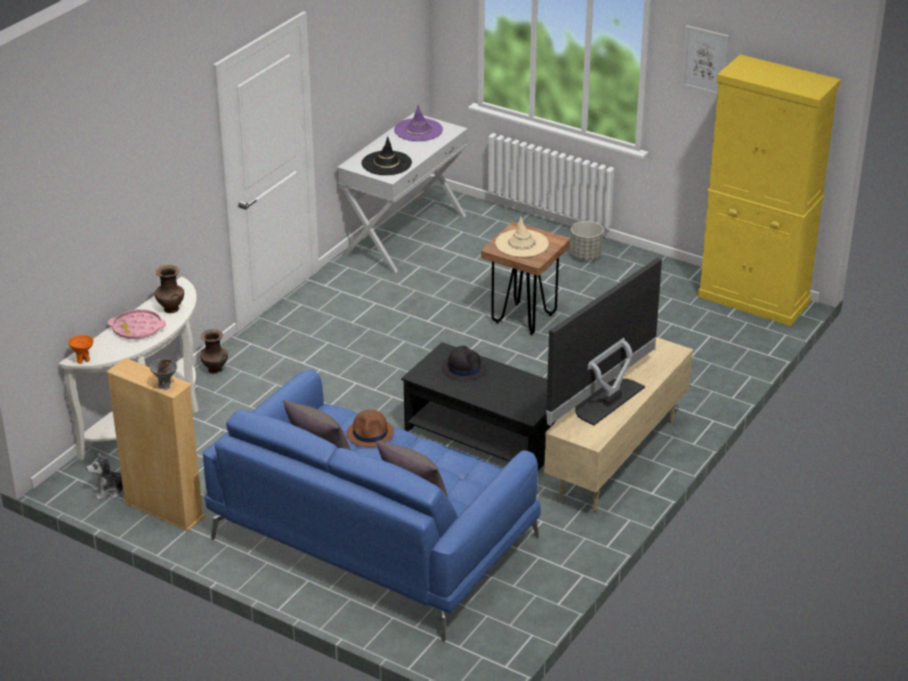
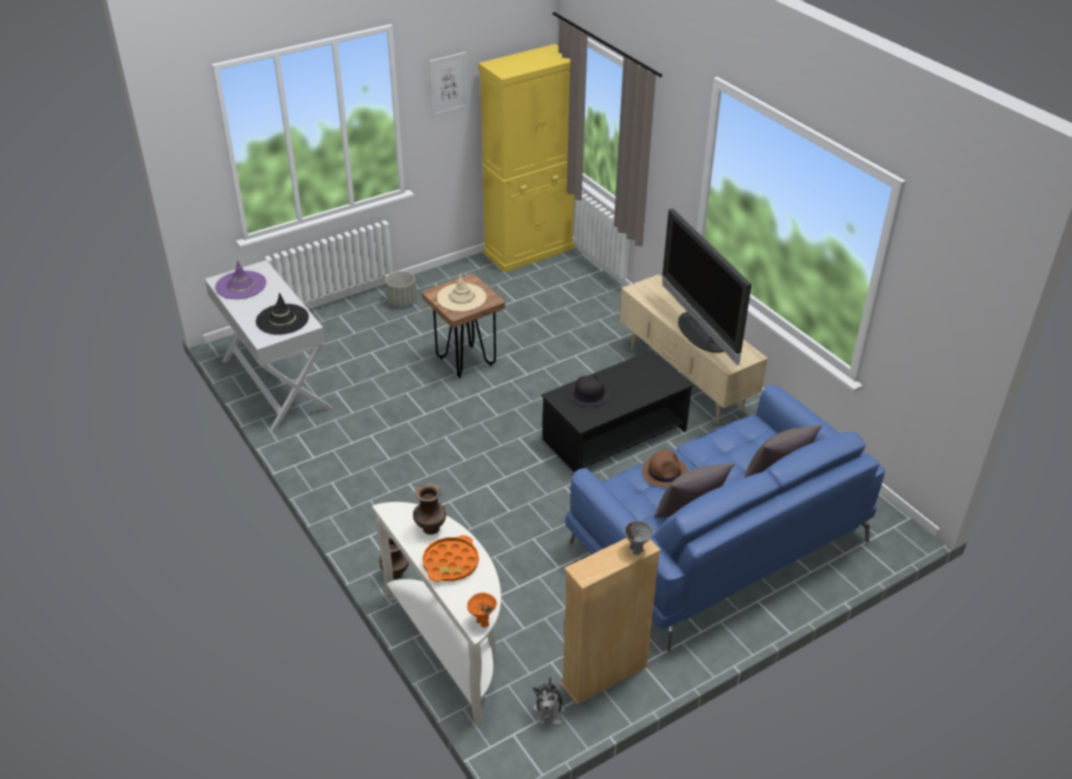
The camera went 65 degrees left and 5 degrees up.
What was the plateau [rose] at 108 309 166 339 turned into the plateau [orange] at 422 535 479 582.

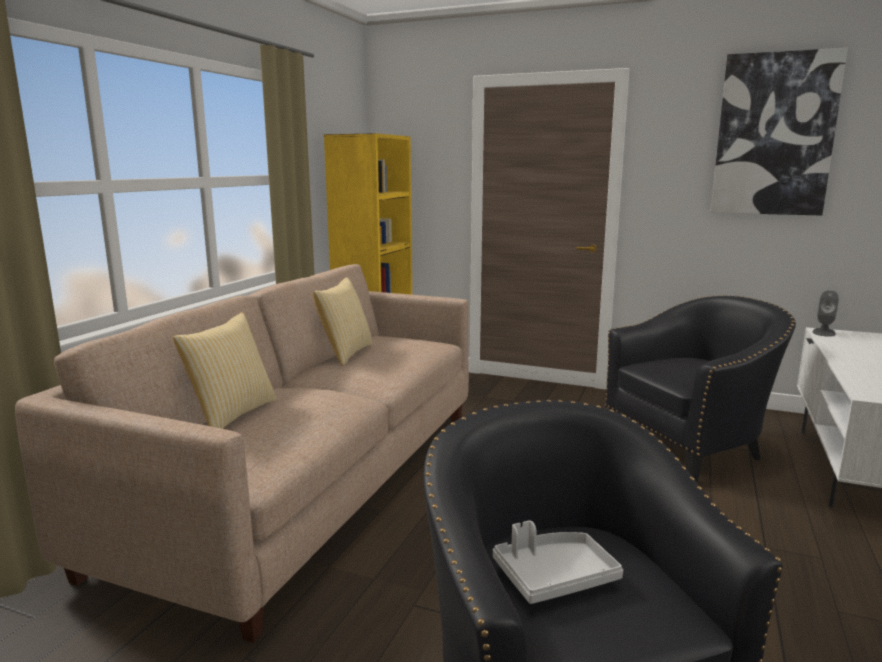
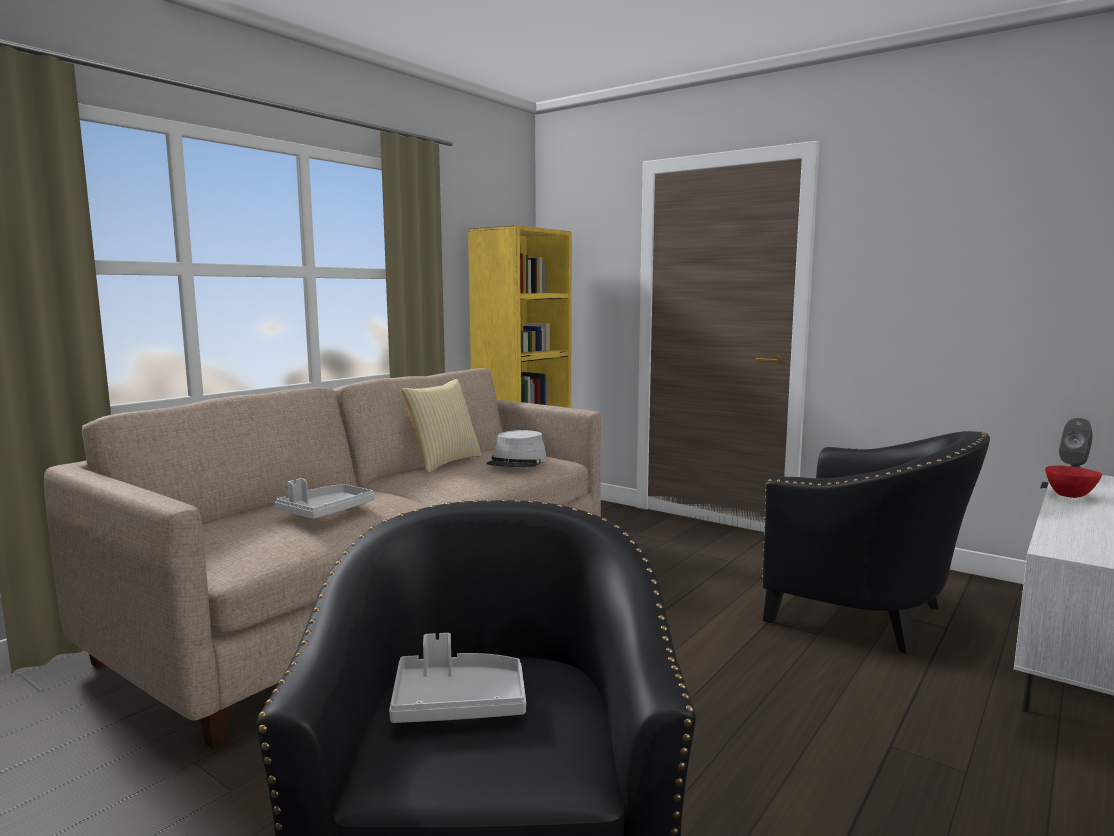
The camera went 15 degrees right and 5 degrees down.
The second view gained the plateau [gris] at 275 478 375 519.
The second view gained the chapeau [gris] at 486 430 547 468.
The fauteuil [noir] at 605 295 796 482 ended up facing another way, 45 degrees clockwise from before.
The second view gained the bol [rouge] at 1045 465 1102 498.
The second view lost the coussin at 173 312 277 429.
The second view lost the tableau at 710 48 848 216.

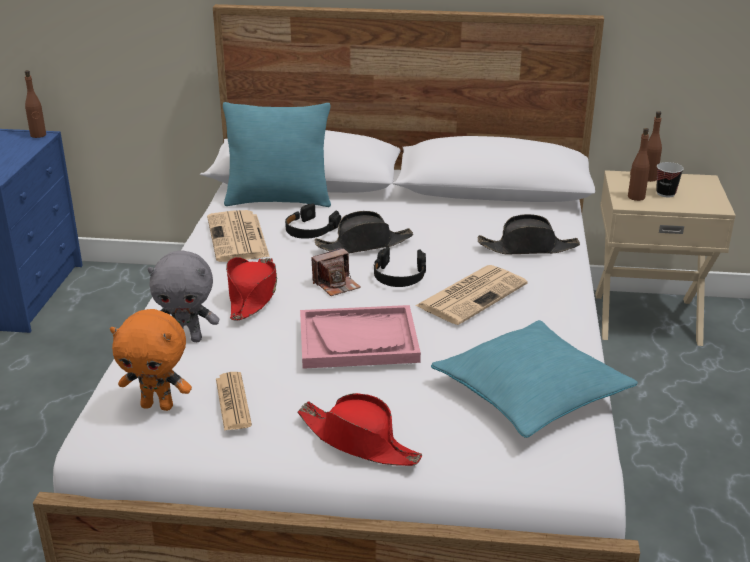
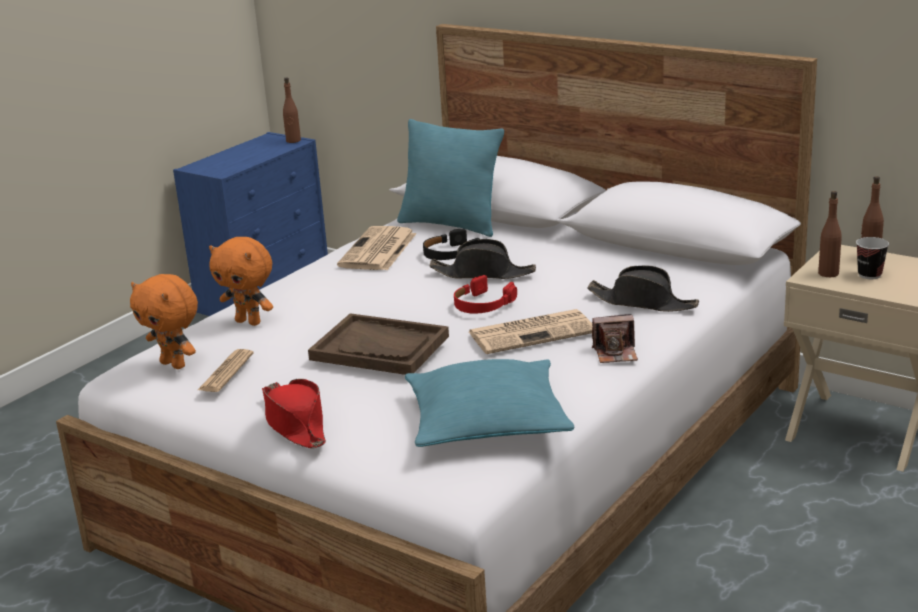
The camera went 30 degrees right and 5 degrees down.
What was the peluche [gris] at 147 250 219 342 turned into the peluche [orange] at 209 237 273 326.
What was the plateau [rose] at 300 305 421 369 turned into the plateau [marron] at 308 313 449 375.
What was the casque audio [noir] at 373 247 426 287 turned into the casque audio [rouge] at 454 275 517 314.
The appareil photo ended up elsewhere, having gone from 311 248 361 296 to 592 314 638 363.
The second view lost the chapeau [rouge] at 226 257 277 320.

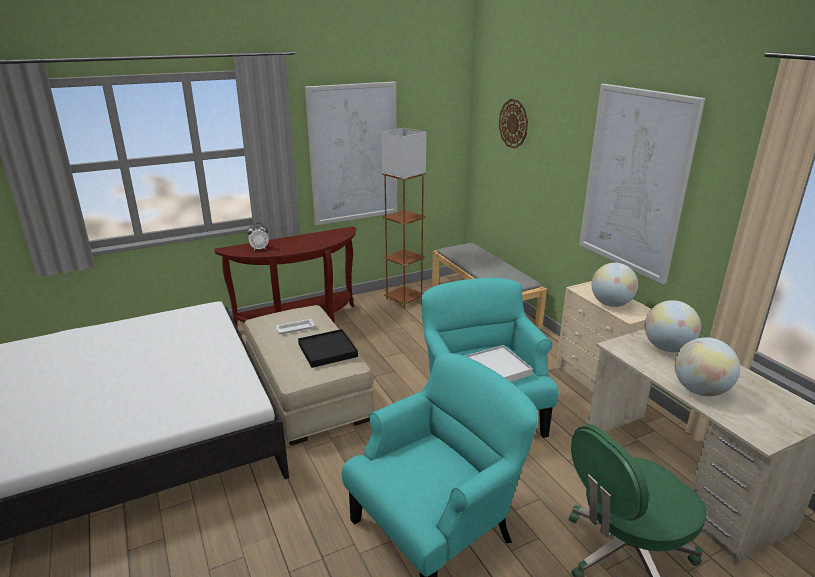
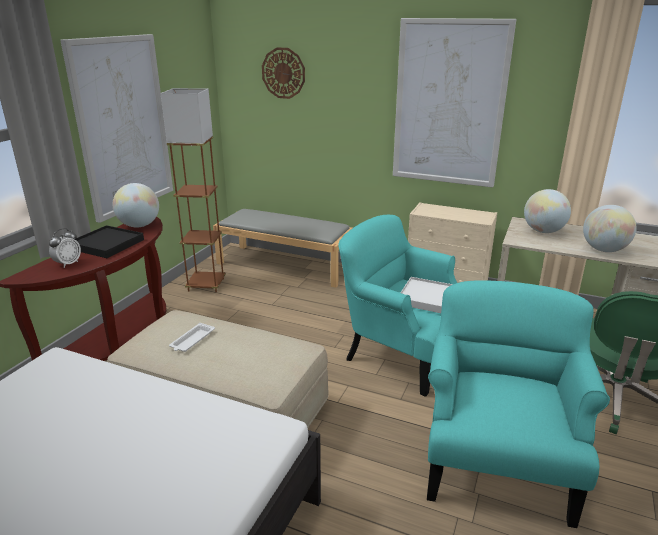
The camera went 40 degrees left and 0 degrees up.
The plateau [noir] ended up elsewhere, having gone from 298 329 358 368 to 75 225 144 258.
The globe ended up elsewhere, having gone from 592 263 638 307 to 112 183 159 228.

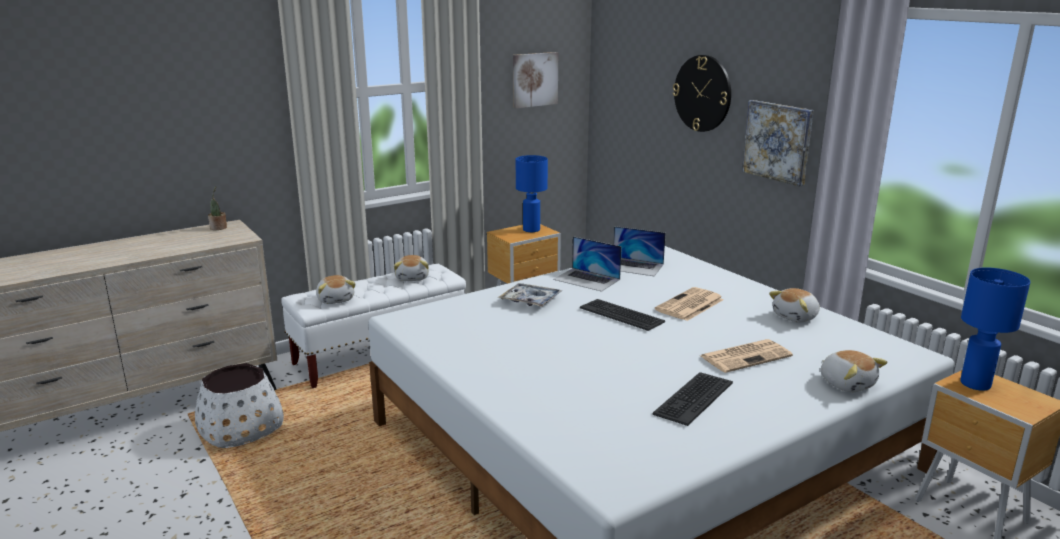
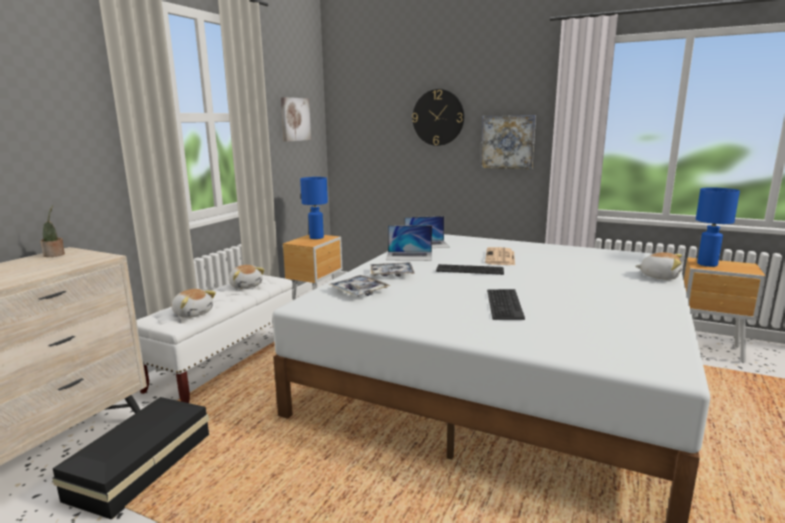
The camera went 30 degrees left and 5 degrees down.
Where the cache-pot [blanc] stood at 195 363 284 448, the boîte de rangement [noir] came to stand at 52 397 209 520.
The second view gained the plateau at 328 275 391 296.
The clavier ended up elsewhere, having gone from 653 372 733 426 to 487 289 525 320.
The second view lost the journal at 701 339 793 373.
The second view lost the peluche at 769 288 820 322.

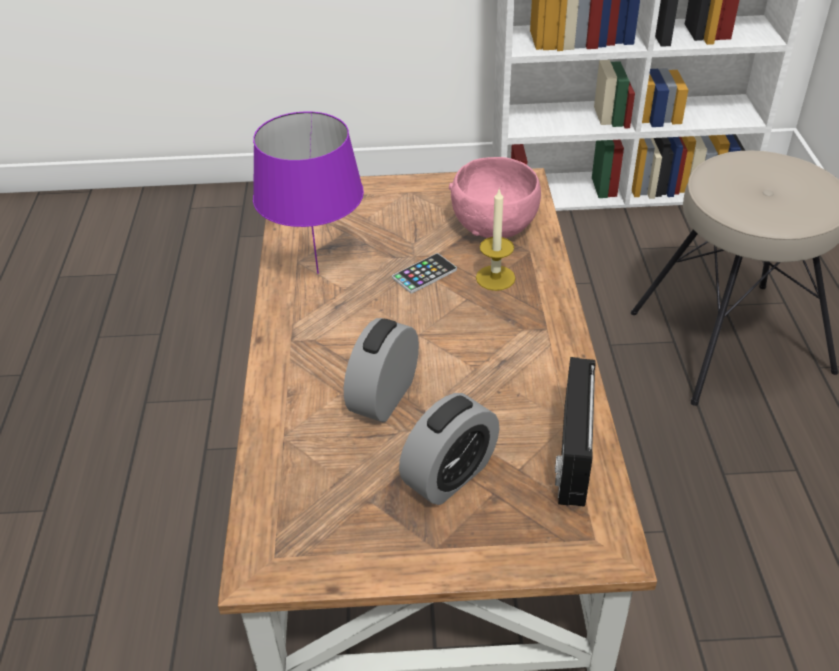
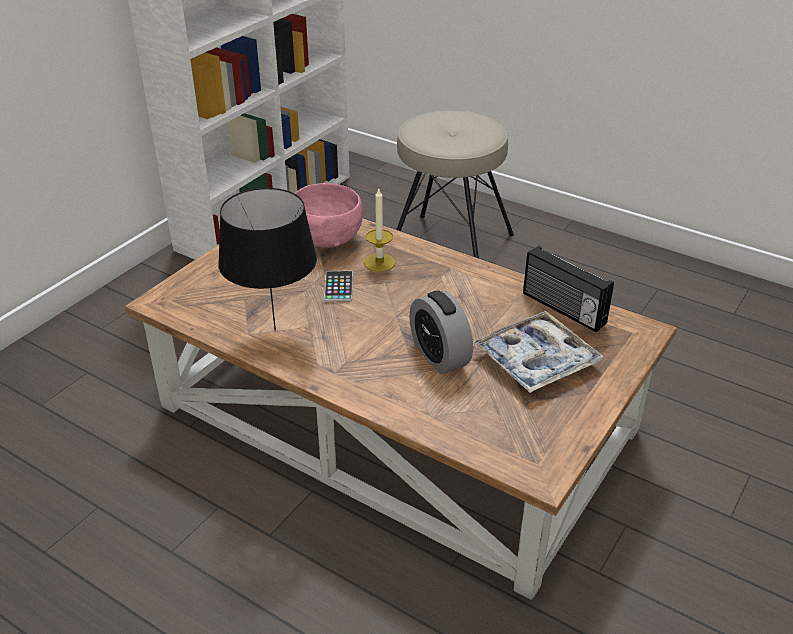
The camera went 55 degrees left and 5 degrees down.
What was the lampe de table [violet] at 253 112 364 274 turned into the lampe de table [noir] at 218 188 317 331.
Where the réveil stood at 399 393 499 505, the plateau came to stand at 473 311 603 393.

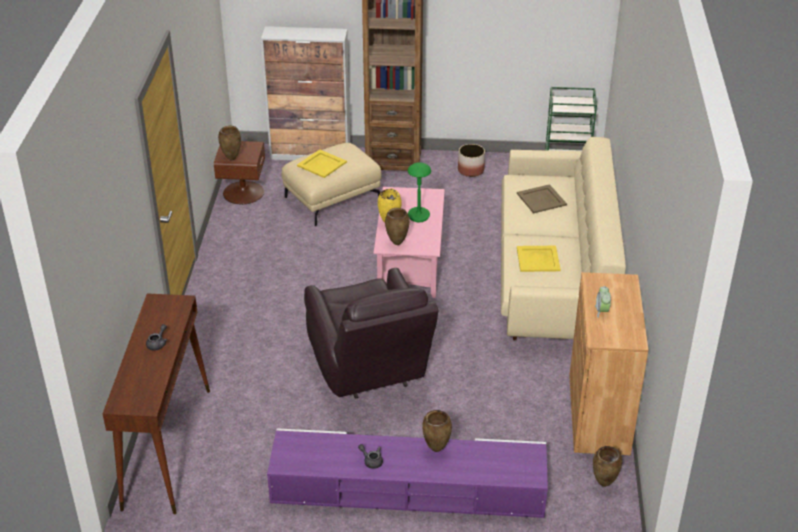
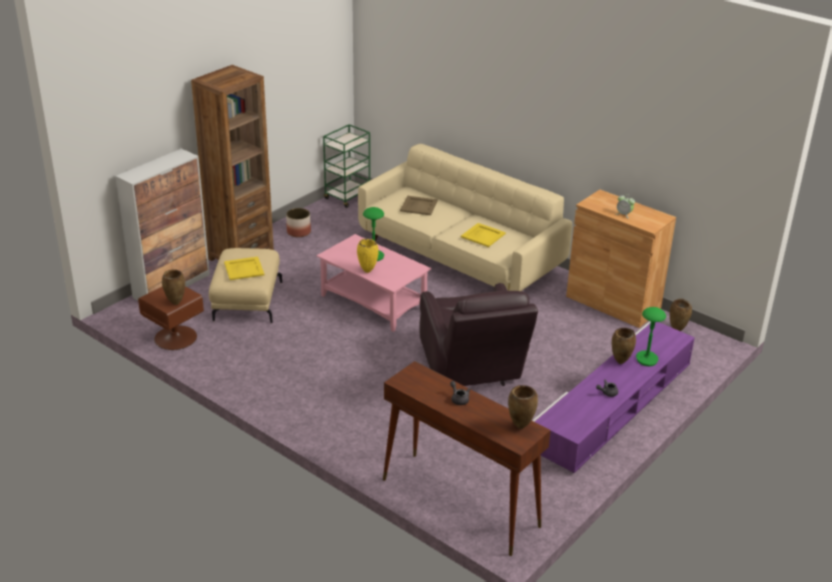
The camera went 55 degrees left and 5 degrees down.
The fauteuil [marron] at 304 268 439 398 ended up facing another way, 60 degrees clockwise from before.
The vase [marron] ended up elsewhere, having gone from 385 208 409 245 to 508 385 538 429.
The second view gained the lampe de table [vert] at 636 307 666 366.

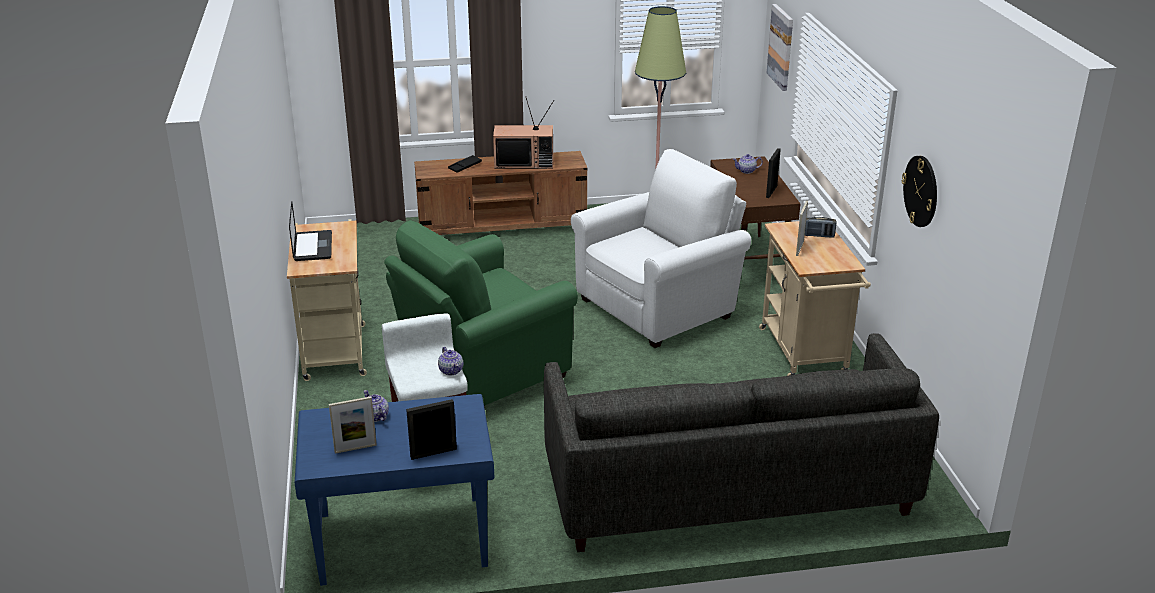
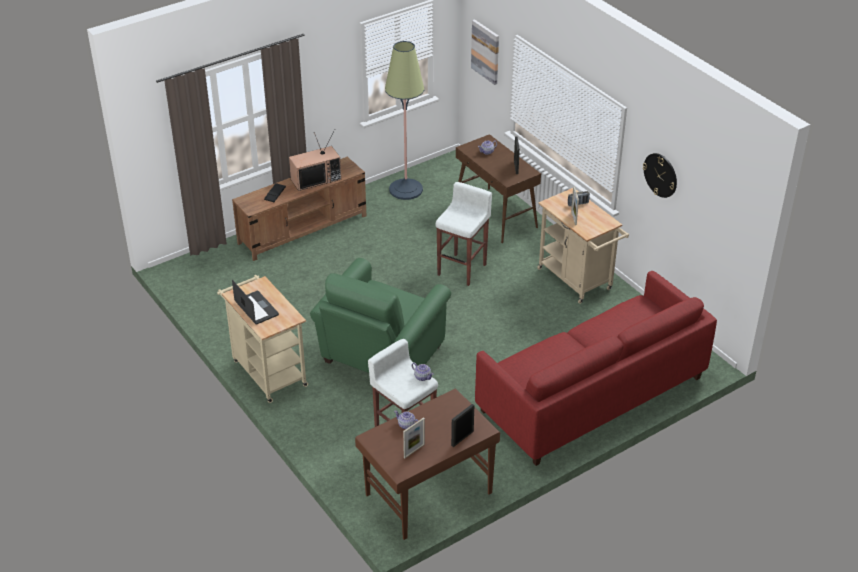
The camera went 25 degrees left and 10 degrees up.
What was the bureau [bleu] at 295 394 494 586 turned into the bureau [marron] at 355 388 500 540.
Where the fauteuil [blanc] stood at 571 149 751 348, the tabouret [blanc] came to stand at 436 182 492 286.
What was the canapé [gris] at 544 333 939 552 turned into the canapé [rouge] at 475 271 717 466.

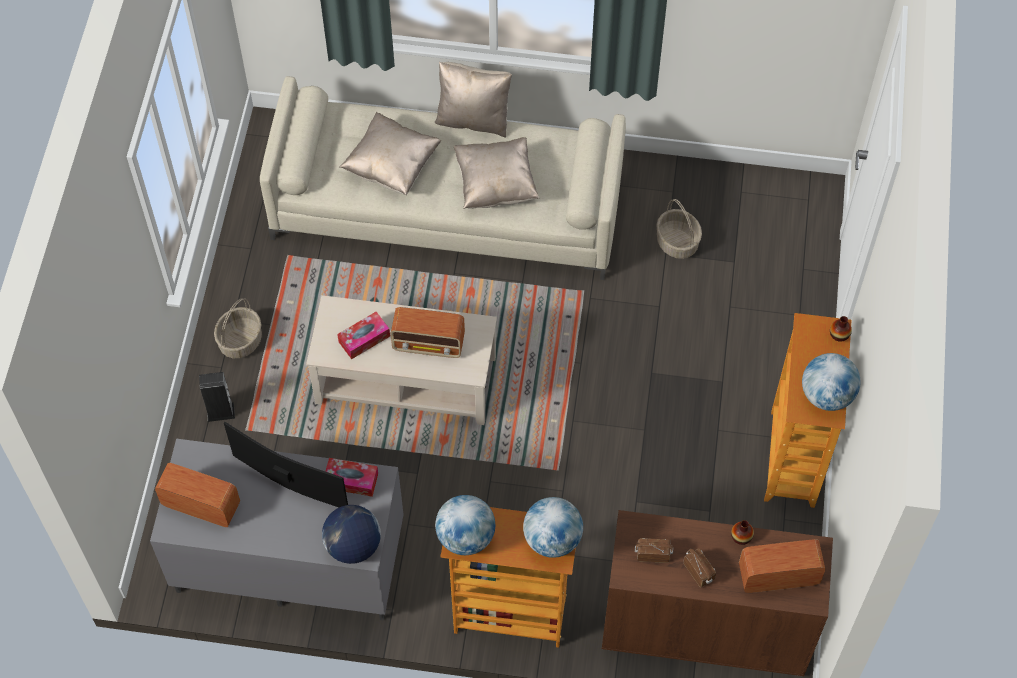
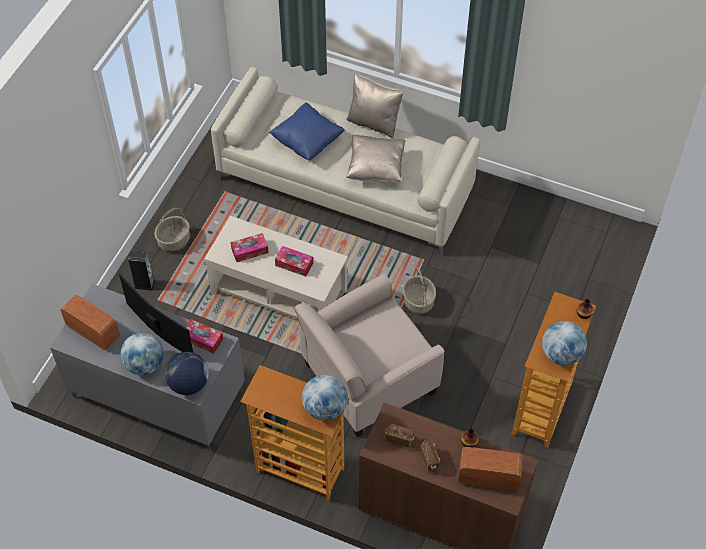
The camera went 15 degrees right and 5 degrees down.
The globe ended up elsewhere, having gone from 435 495 495 555 to 120 333 164 375.
What was the coussin [beige] at 340 112 441 195 turned into the coussin [bleu] at 269 102 345 161.
Where the radio stood at 391 307 465 358, the boîte à mouchoirs came to stand at 275 246 313 277.
The second view gained the fauteuil [beige] at 294 274 445 437.
The panier ended up elsewhere, having gone from 656 199 702 259 to 402 267 436 314.

